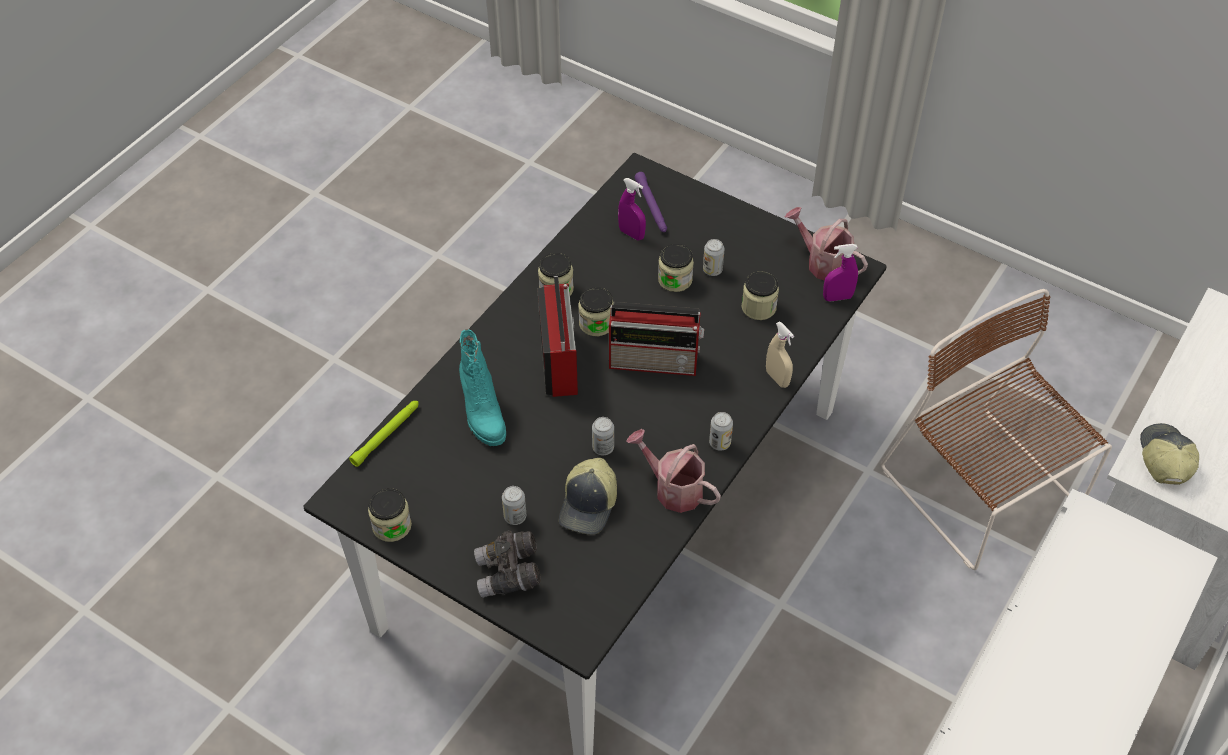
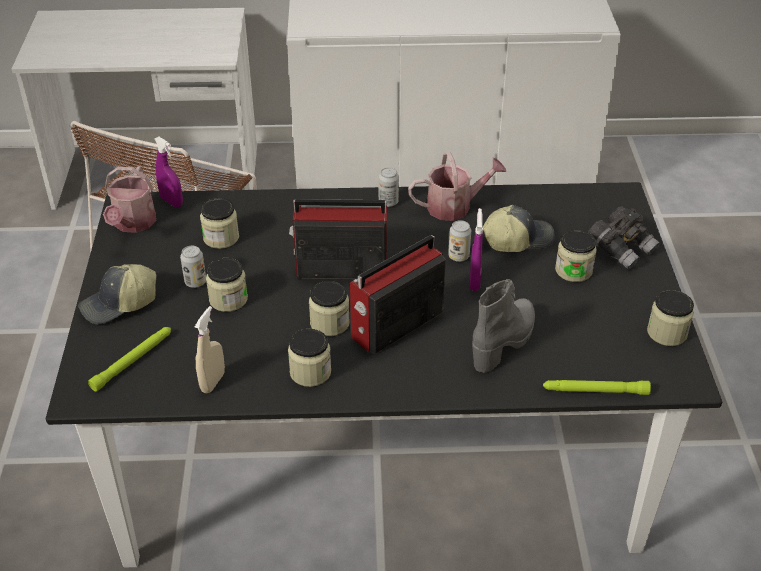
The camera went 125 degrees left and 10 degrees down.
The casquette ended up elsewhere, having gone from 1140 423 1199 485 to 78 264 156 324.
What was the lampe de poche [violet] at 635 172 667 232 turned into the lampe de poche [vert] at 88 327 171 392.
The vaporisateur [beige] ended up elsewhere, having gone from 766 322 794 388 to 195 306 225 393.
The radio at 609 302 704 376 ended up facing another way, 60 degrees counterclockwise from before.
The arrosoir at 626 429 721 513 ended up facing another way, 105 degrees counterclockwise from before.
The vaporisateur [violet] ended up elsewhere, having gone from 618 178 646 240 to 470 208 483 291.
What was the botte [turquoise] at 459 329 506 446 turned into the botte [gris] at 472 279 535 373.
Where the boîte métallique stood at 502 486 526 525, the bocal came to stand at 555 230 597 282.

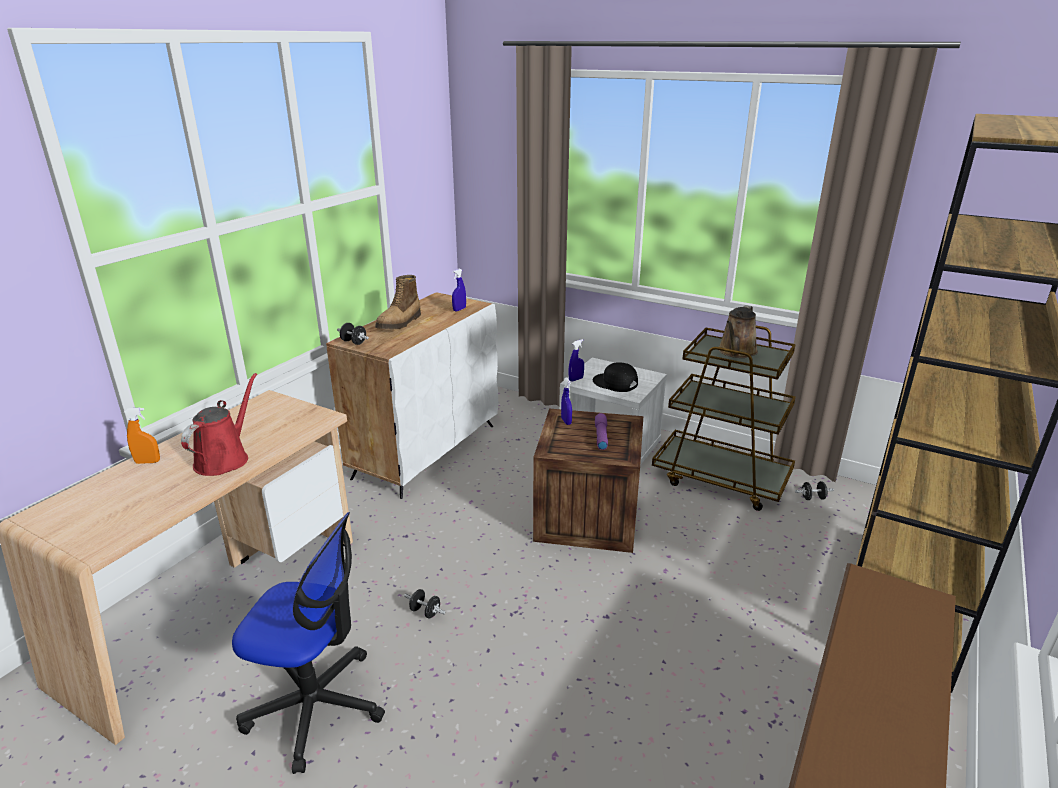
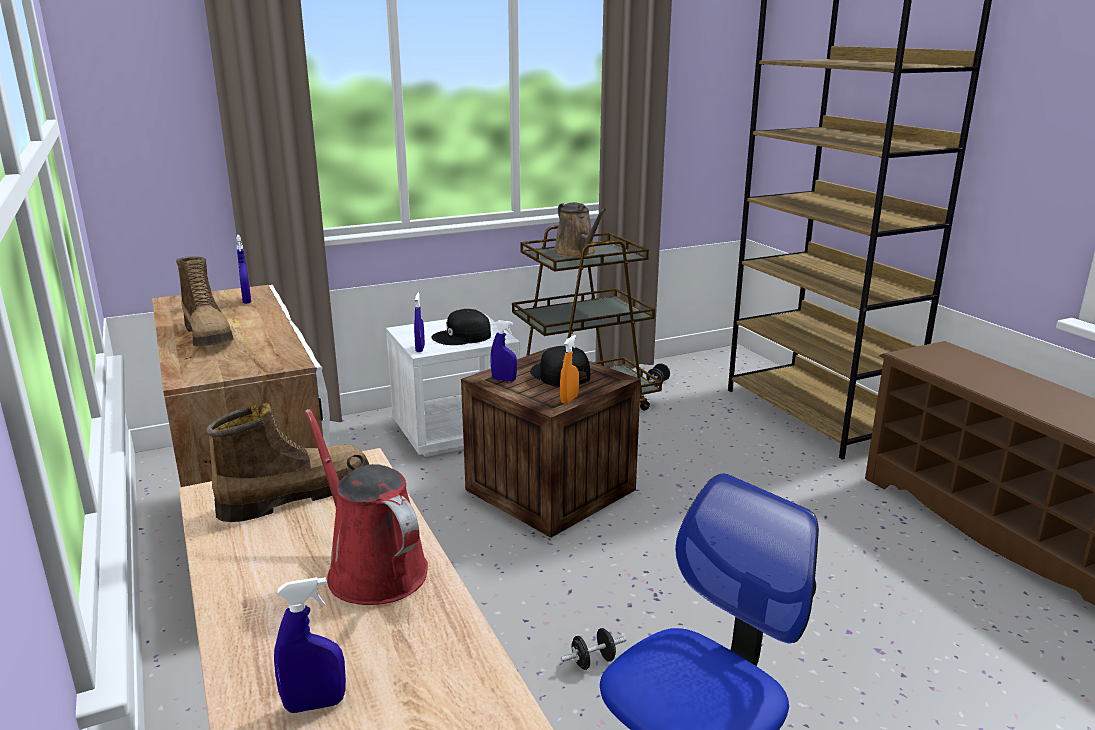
The camera went 55 degrees left and 5 degrees down.
The second view gained the botte at 206 403 369 522.
The second view gained the vaporisateur [bleu] at 274 577 346 713.
Where the lampe de poche [violet] stood at 595 413 608 450, the casquette [noir] came to stand at 530 346 590 387.
The vaporisateur [orange] ended up elsewhere, having gone from 124 408 160 464 to 560 335 579 404.
The second view lost the haltère [noir] at 337 323 369 345.

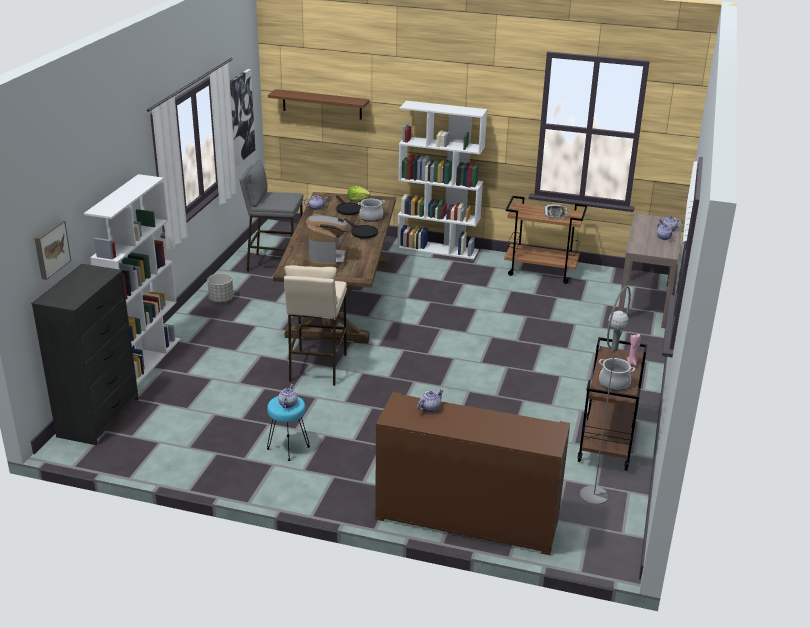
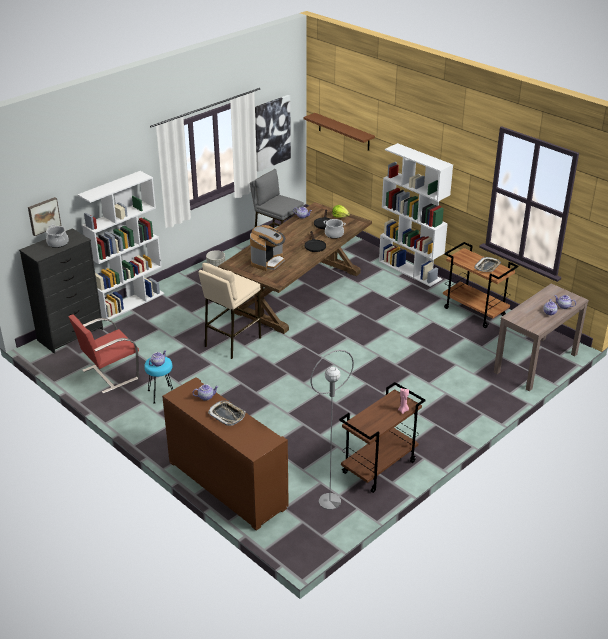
The camera went 30 degrees right and 5 degrees up.
The marmite ended up elsewhere, having gone from 599 358 635 391 to 46 225 69 248.
The second view gained the chaise [rouge] at 68 314 139 394.
The second view gained the plateau at 208 401 246 426.

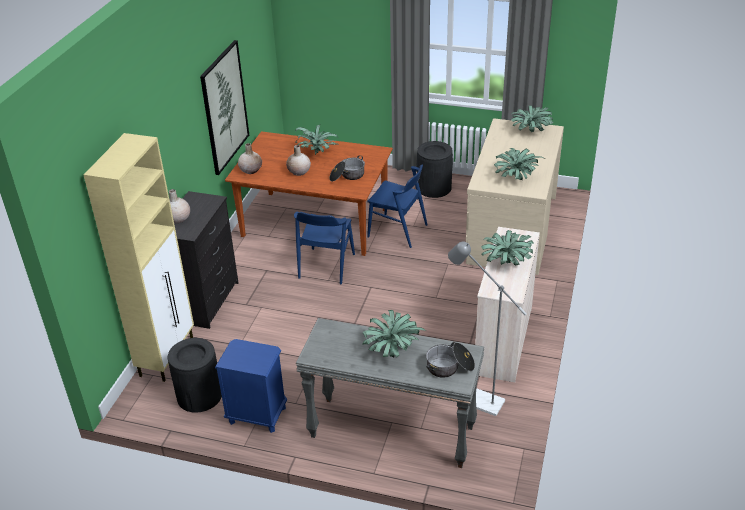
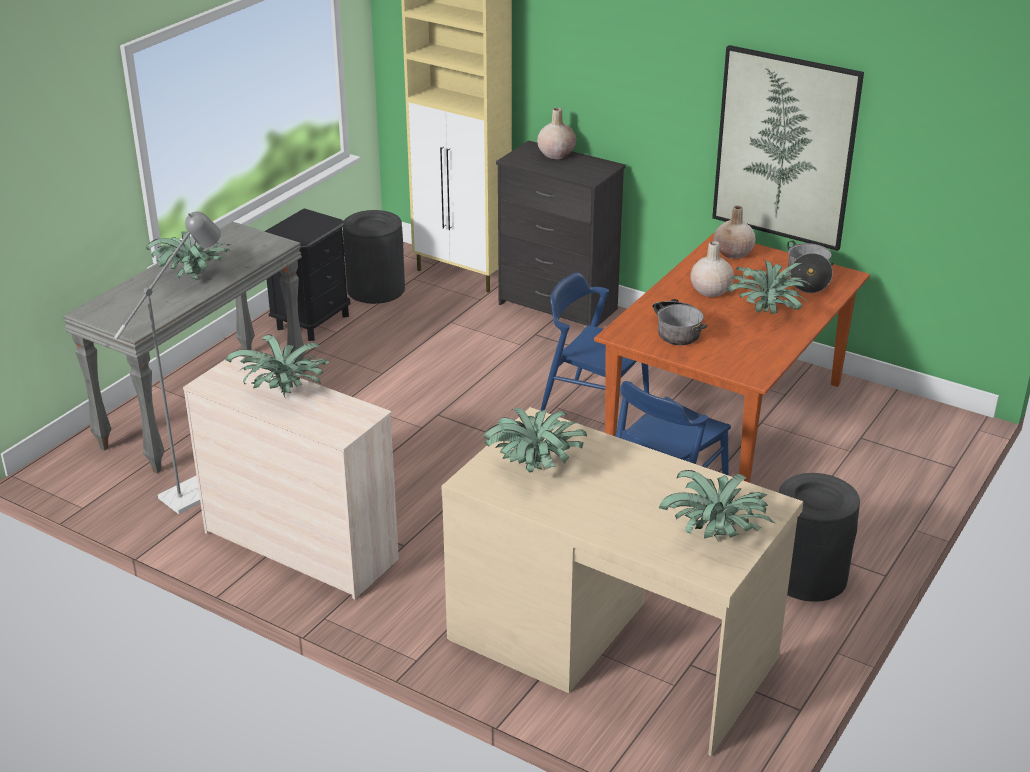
The camera went 105 degrees right and 5 degrees down.
What was the table de chevet [bleu] at 215 339 287 433 turned into the table de chevet [noir] at 264 208 351 341.
The marmite ended up elsewhere, having gone from 426 342 475 378 to 787 240 833 293.

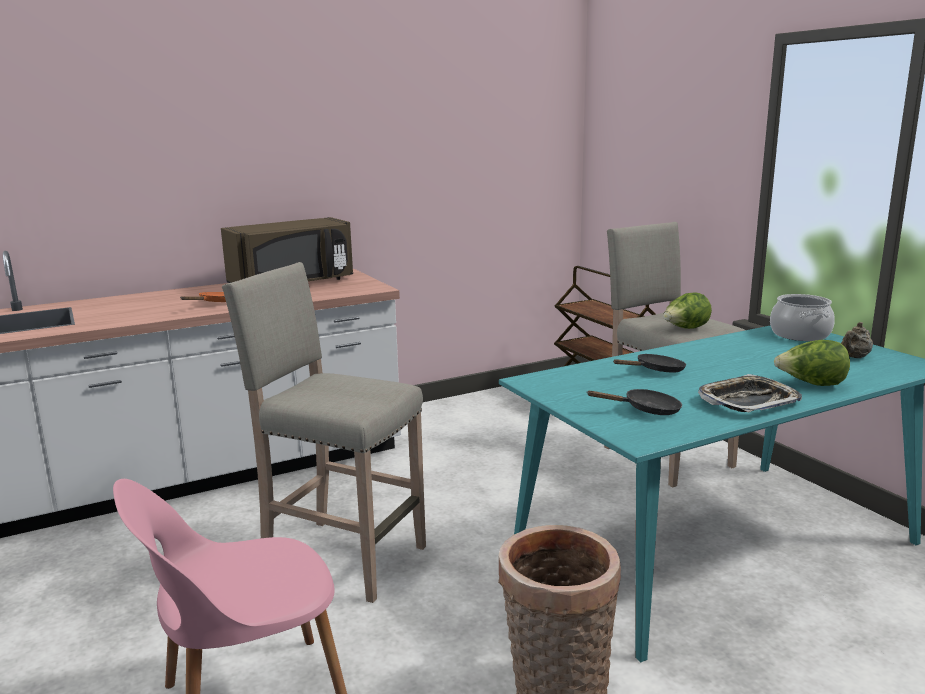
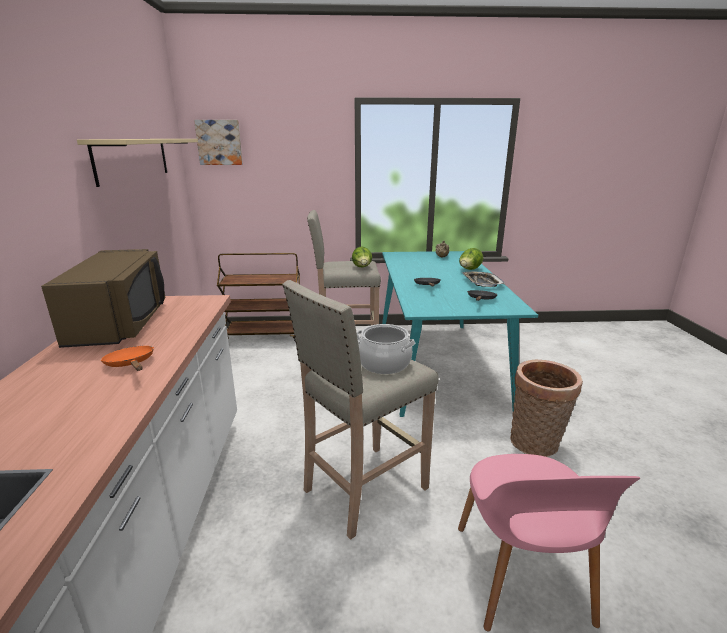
The camera went 65 degrees left and 5 degrees up.
The second view gained the étagère [beige] at 77 139 198 187.
The second view gained the tableau at 194 120 243 165.
The marmite ended up elsewhere, having gone from 770 294 835 341 to 357 324 415 374.

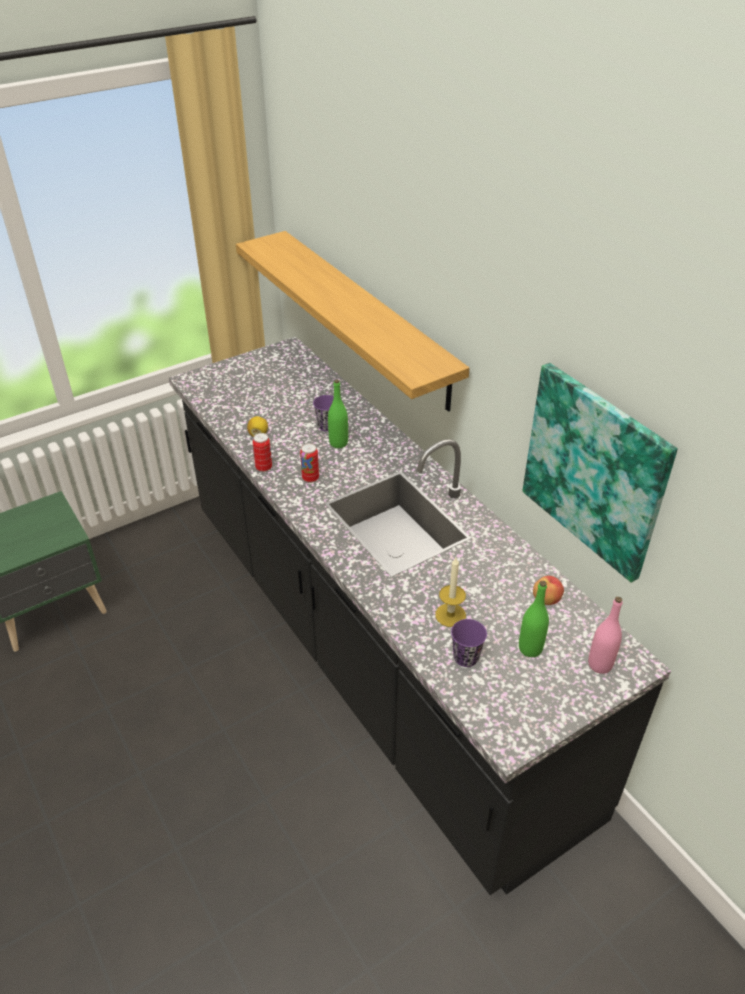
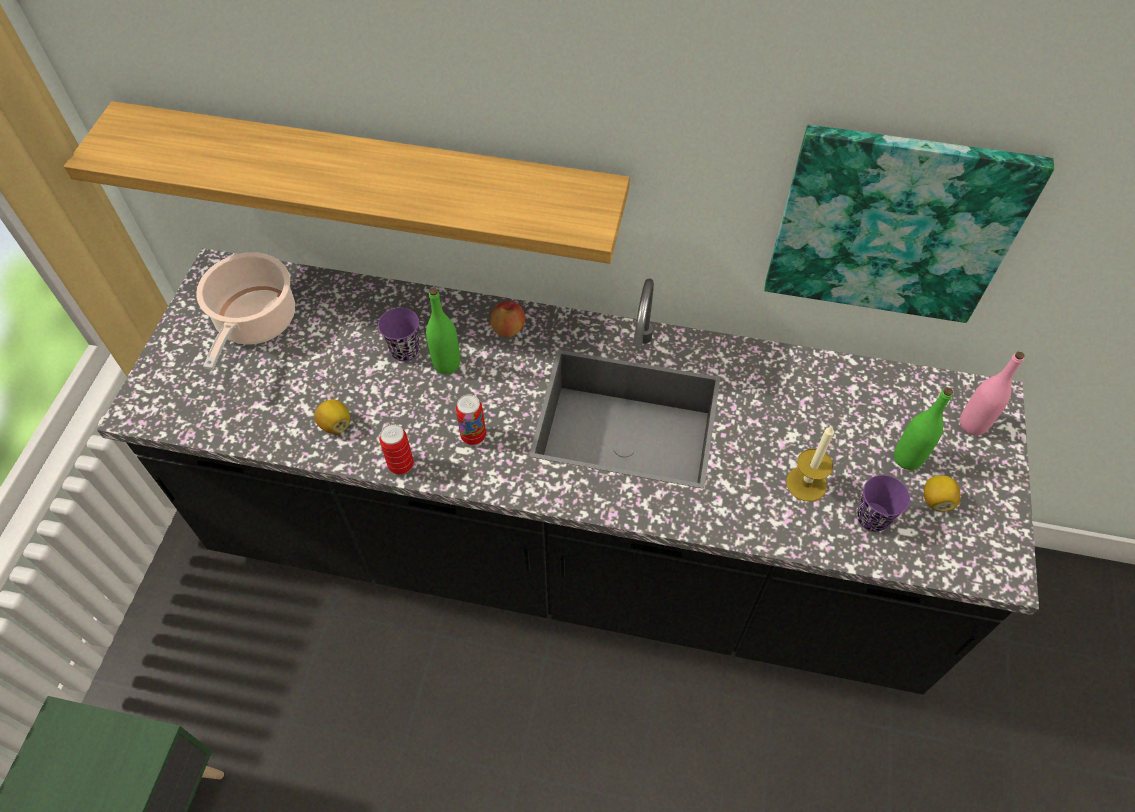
The camera went 45 degrees left and 15 degrees up.
The second view gained the marmite at 196 252 295 370.
The pomme ended up elsewhere, having gone from 533 576 564 605 to 490 301 525 337.
The second view gained the citron at 924 475 961 512.

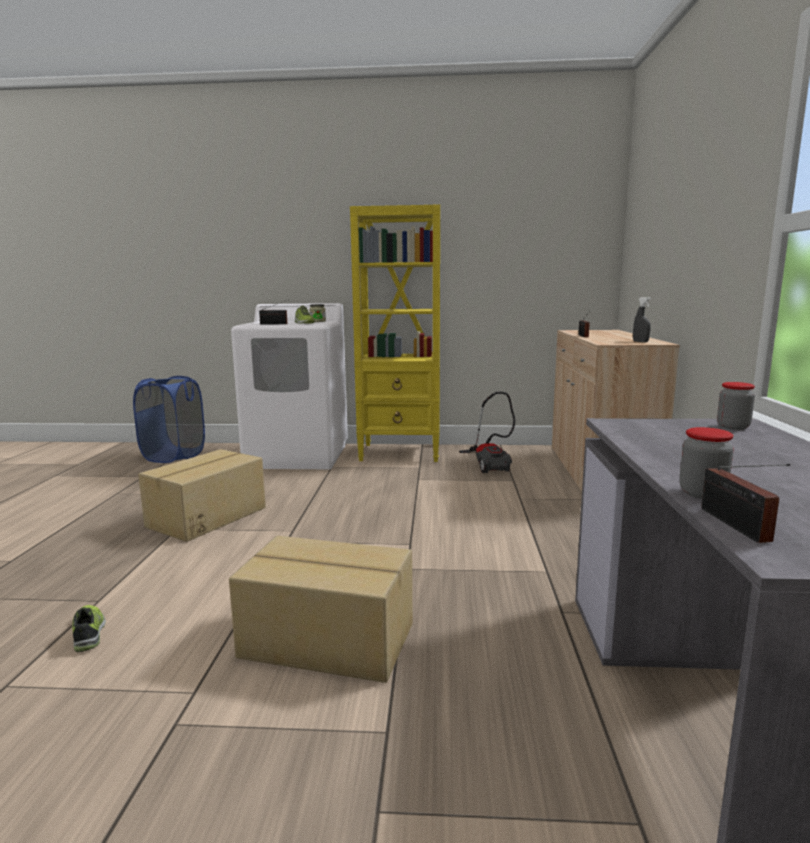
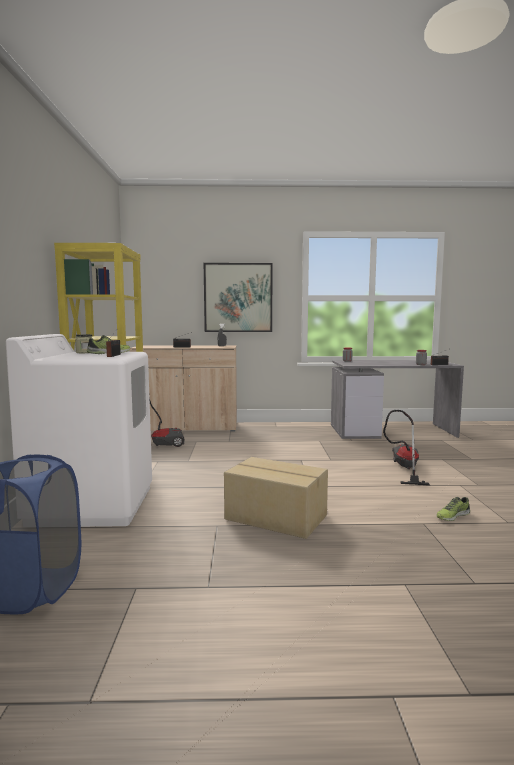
The camera went 95 degrees left and 5 degrees down.
The second view gained the tableau at 204 263 273 332.
Where the carton stood at 229 536 413 683, the aspirateur came to stand at 383 410 430 486.

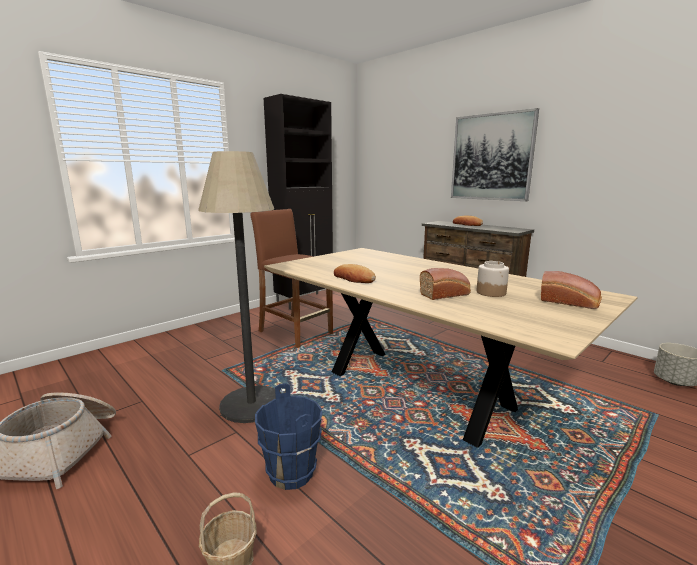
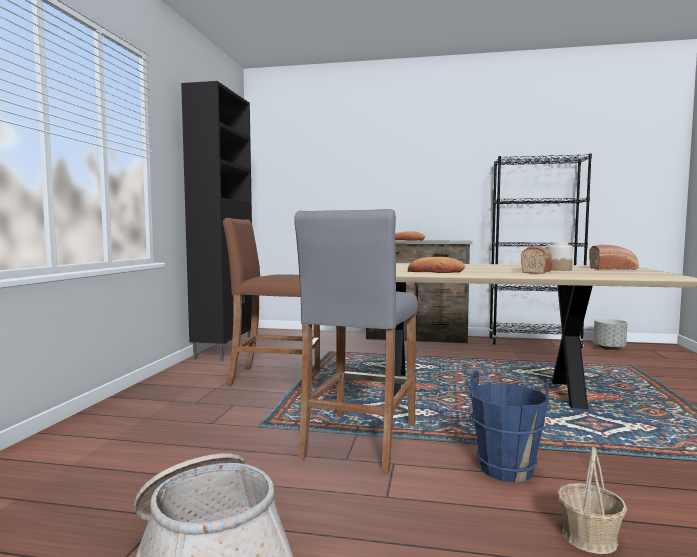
The camera went 35 degrees left and 10 degrees down.
Where the lampadaire stood at 198 151 276 423, the tabouret [gris] came to stand at 294 209 418 473.
The second view gained the bibliothèque [noir] at 489 154 592 348.
The second view lost the tableau at 451 108 539 201.

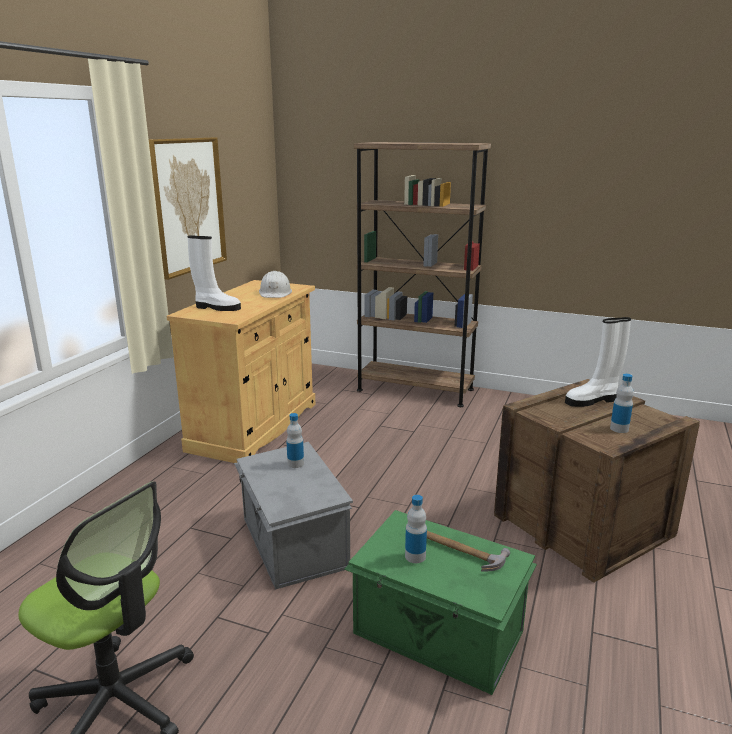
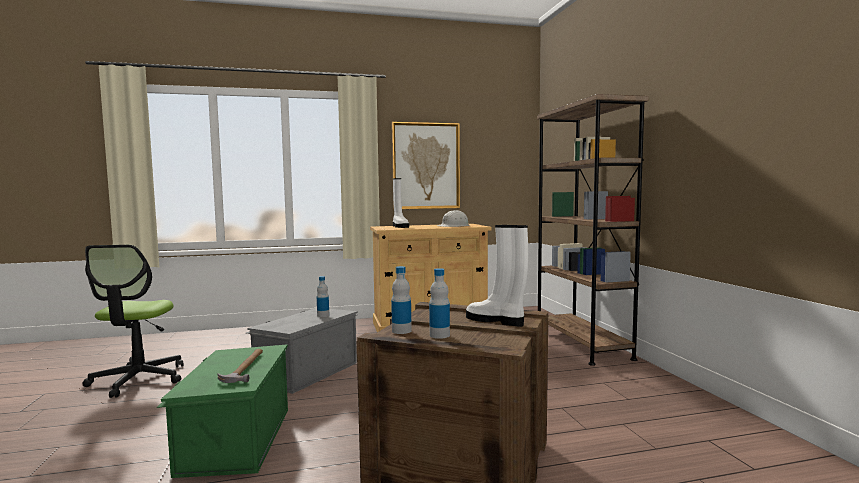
The camera went 55 degrees right and 15 degrees down.
The bouteille ended up elsewhere, having gone from 405 495 427 563 to 391 266 412 334.

